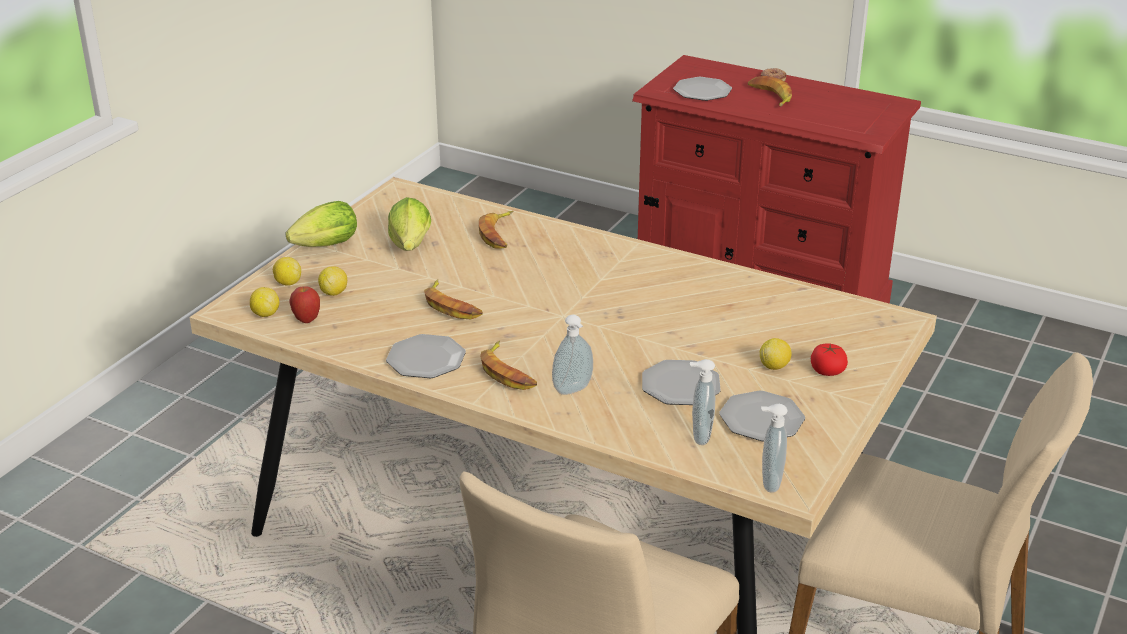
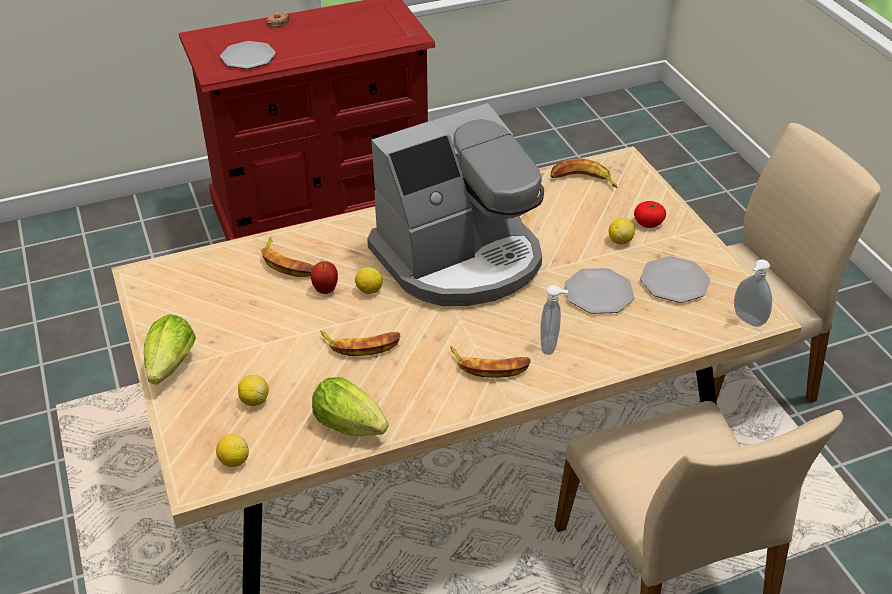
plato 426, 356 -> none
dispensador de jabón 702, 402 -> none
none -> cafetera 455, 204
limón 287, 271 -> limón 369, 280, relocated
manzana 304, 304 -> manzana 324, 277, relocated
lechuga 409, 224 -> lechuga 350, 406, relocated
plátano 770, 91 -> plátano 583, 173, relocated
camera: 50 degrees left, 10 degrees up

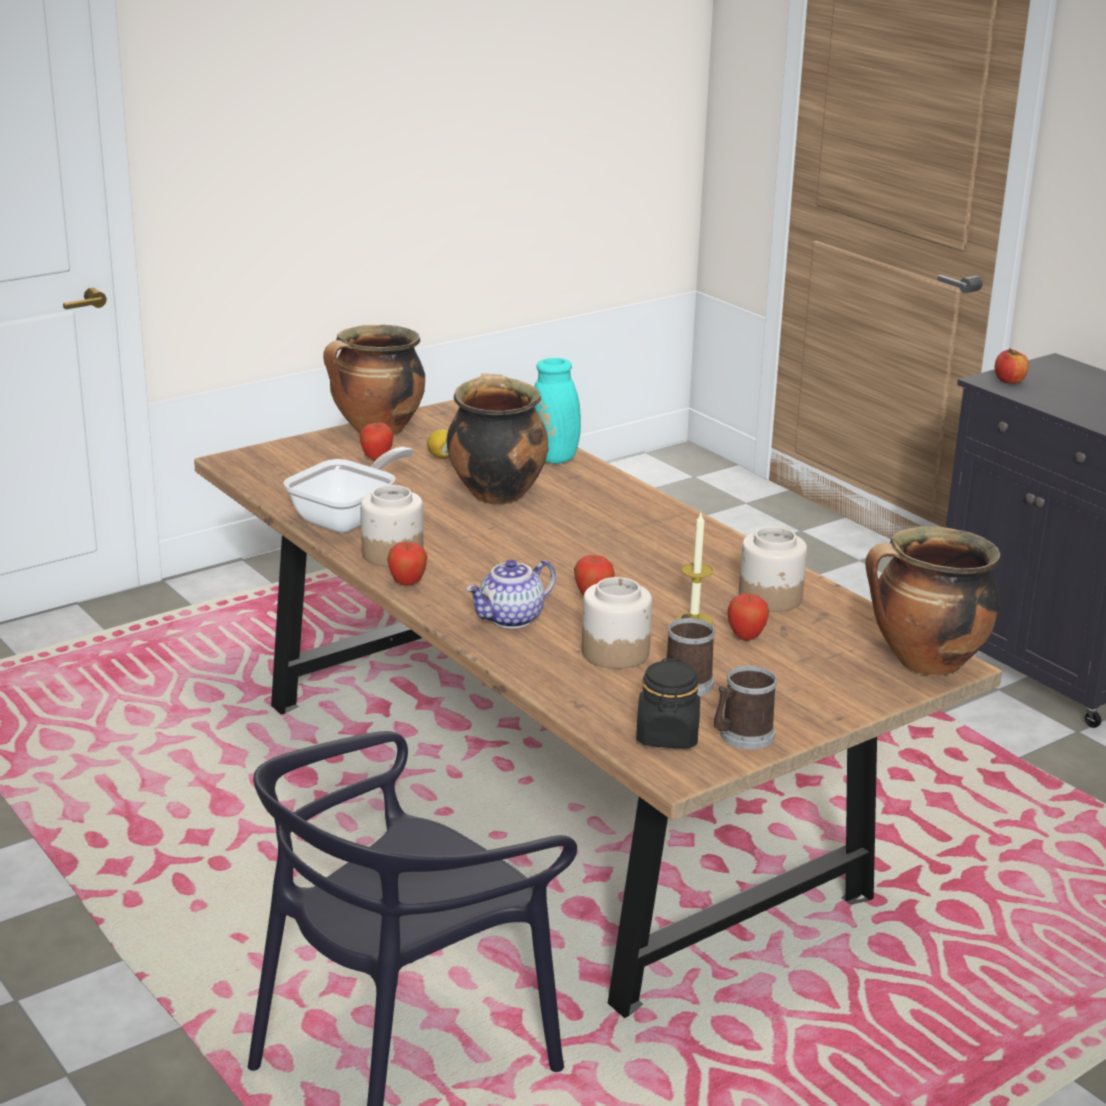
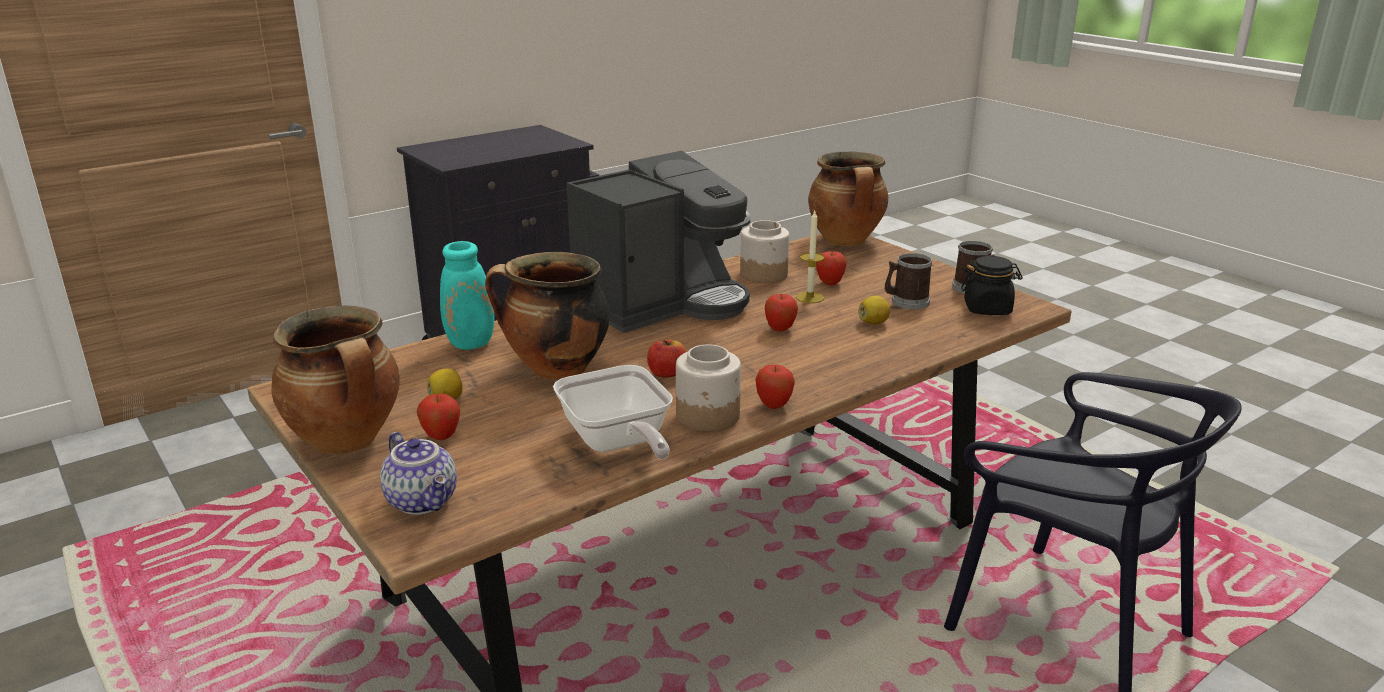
none -> cafetera 658, 242
tetera 511, 593 -> tetera 418, 473, relocated
manzana 1012, 366 -> manzana 666, 359, relocated
tarro 617, 623 -> limón 874, 310
sartén 348, 489 -> sartén 613, 412, 150 degrees counterclockwise
camera: 90 degrees left, 0 degrees up

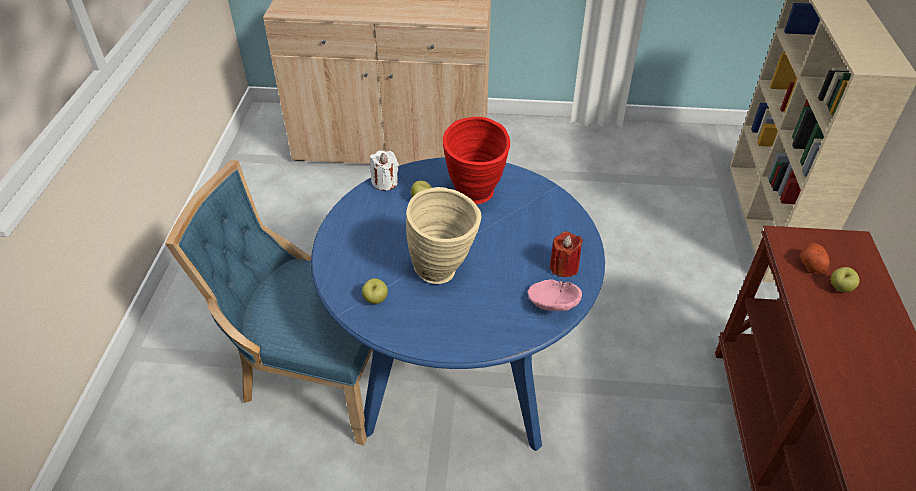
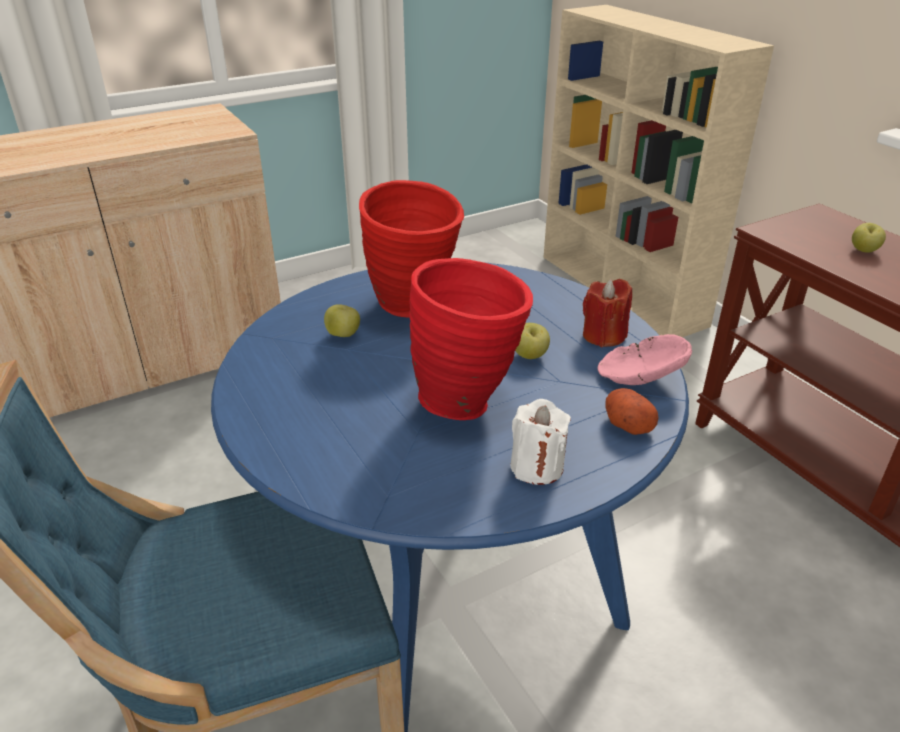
manzana 375, 291 -> manzana 532, 341, relocated
vela (blanco) 384, 170 -> vela (blanco) 540, 442, relocated
patata 814, 258 -> patata 632, 411, relocated
florero (beis) 443, 235 -> florero (rojo) 471, 339
camera: 35 degrees left, 10 degrees down

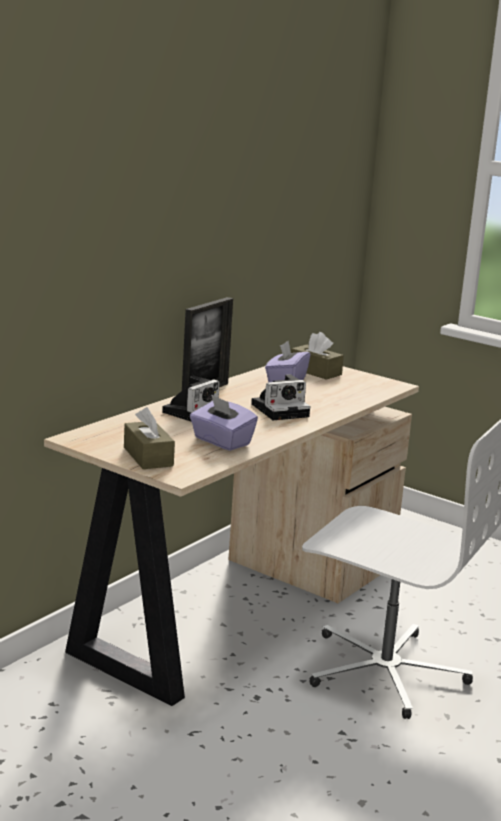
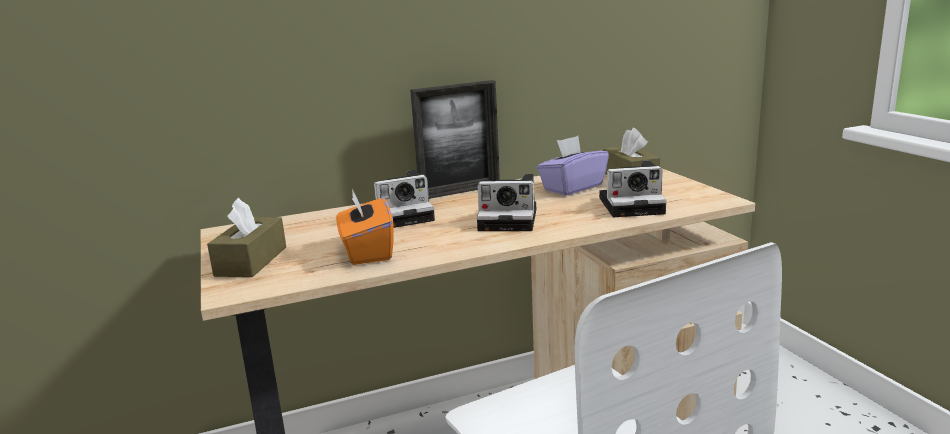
none -> cámara 633, 189
caja de pañuelos (morado) 224, 422 -> caja de pañuelos (naranja) 364, 227
camera: 35 degrees right, 0 degrees up

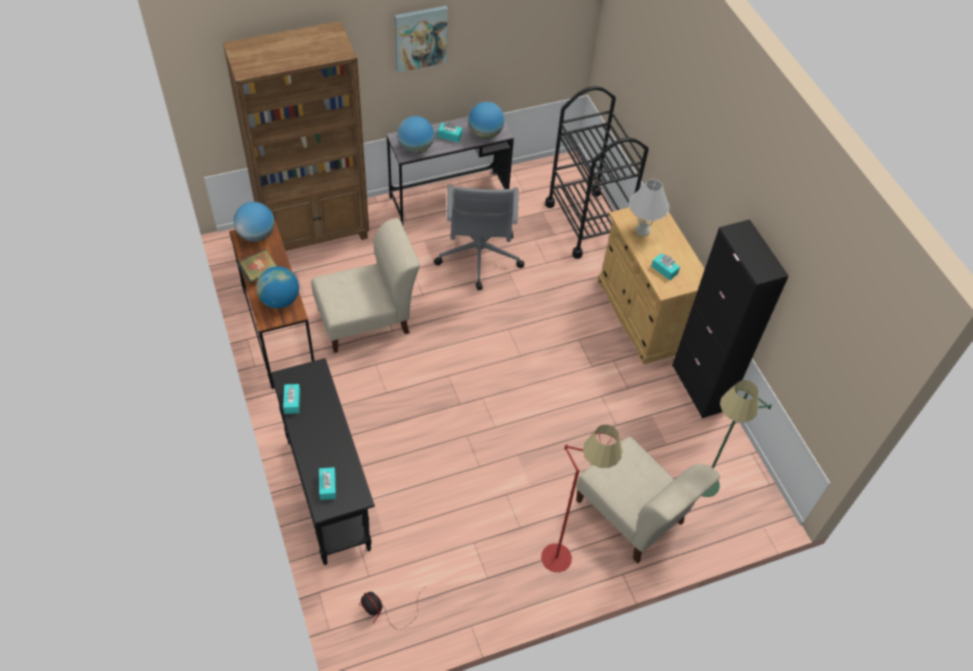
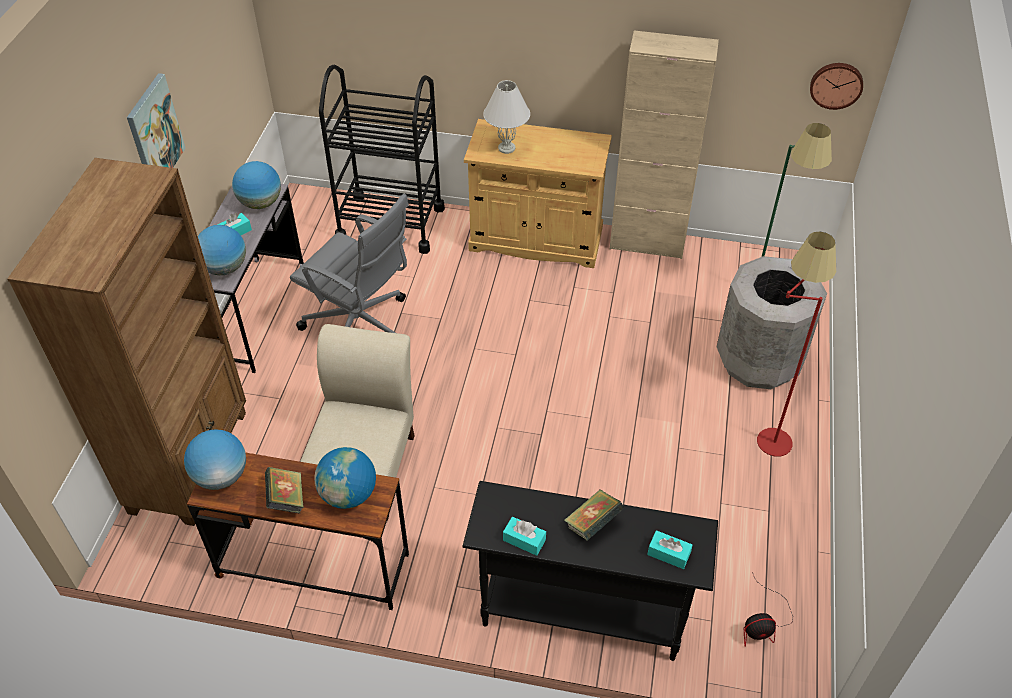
caja de pañuelos (turquesa) 665, 266 -> none
none -> libro 594, 515
none -> reloj de pared 836, 86
silla (beis) 648, 500 -> papelera (gris) 772, 322
armario (negro) 730, 318 -> armario (beis) 664, 144
camera: 55 degrees left, 5 degrees down

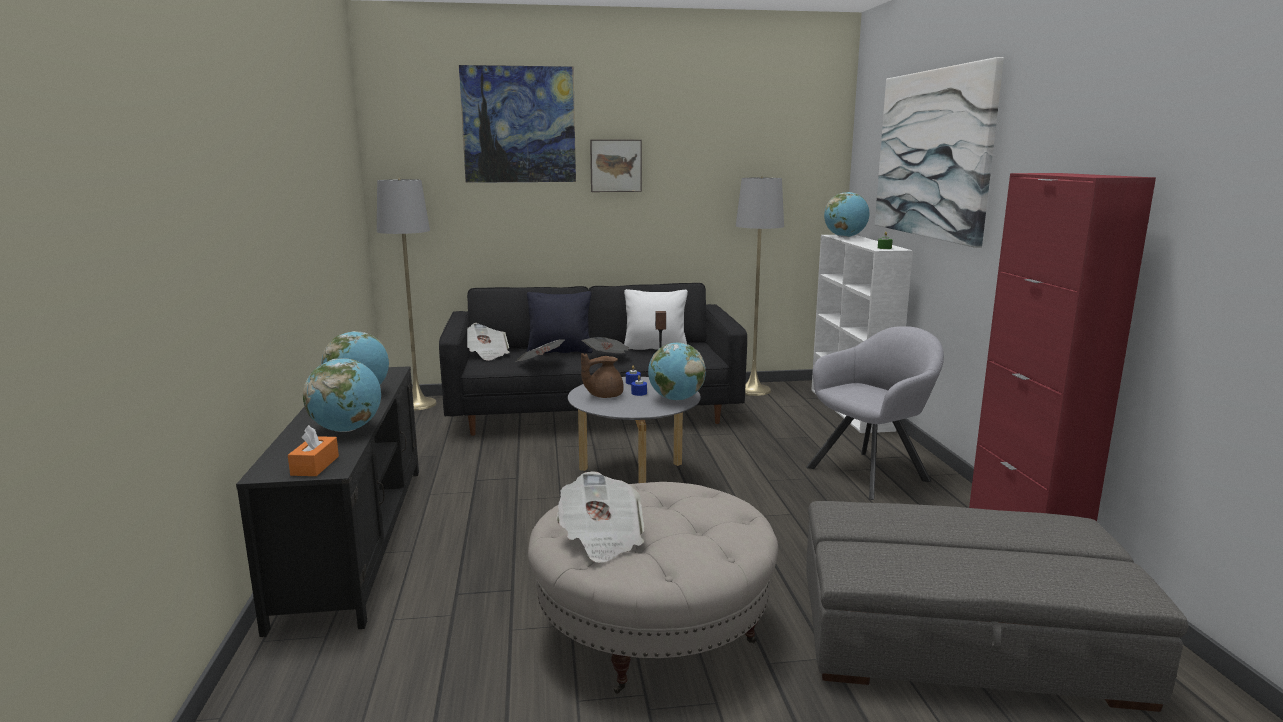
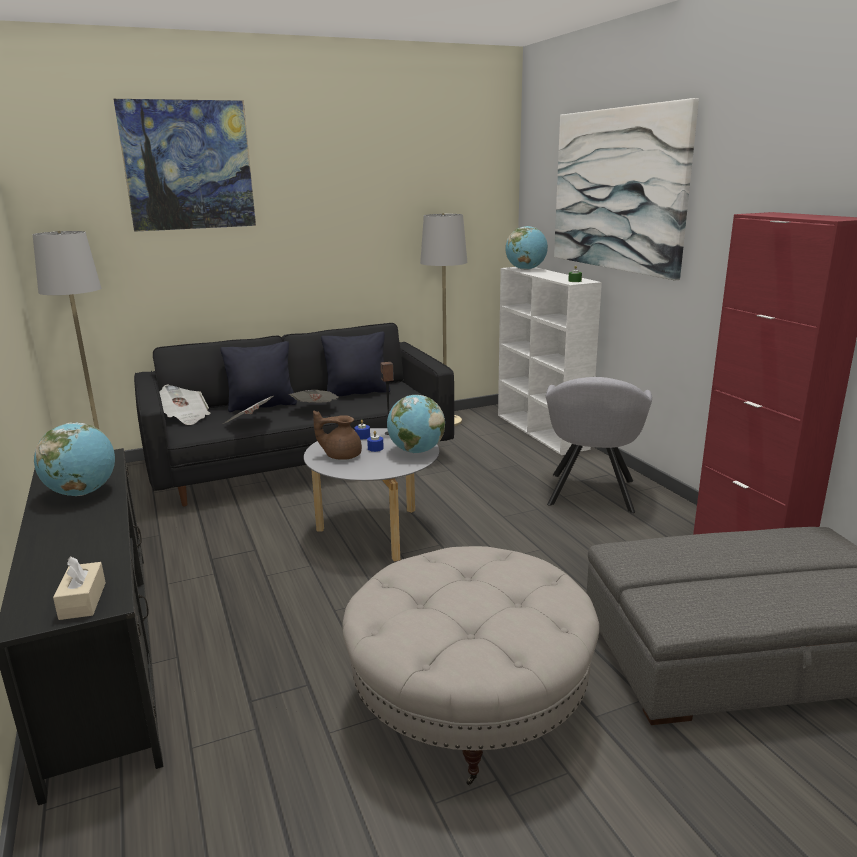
globo terráqueo 342, 395 -> none
periódico 600, 517 -> none
cuadro 616, 166 -> none
caja de pañuelos (naranja) 313, 450 -> caja de pañuelos (beis) 79, 588
cojín (blanco) 656, 319 -> cojín (negro) 355, 364
tetera (marrón) 602, 375 -> tetera (marrón) 337, 435, 45 degrees clockwise
sillón (gris) 875, 413 -> sillón (gris) 599, 445, 150 degrees clockwise
camera: 15 degrees left, 5 degrees up

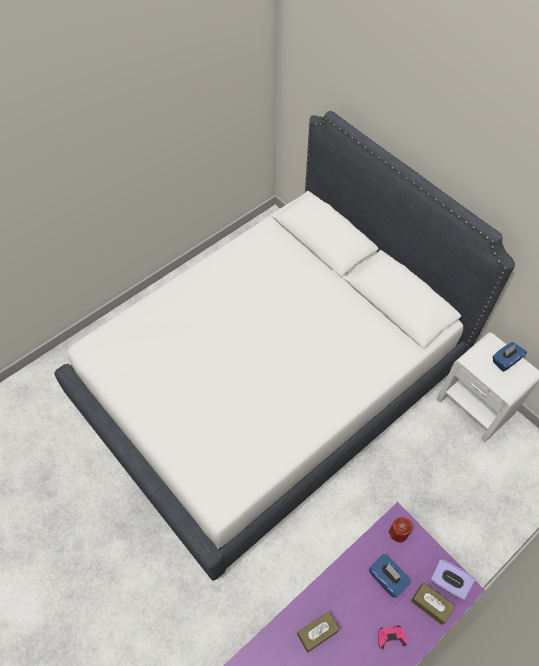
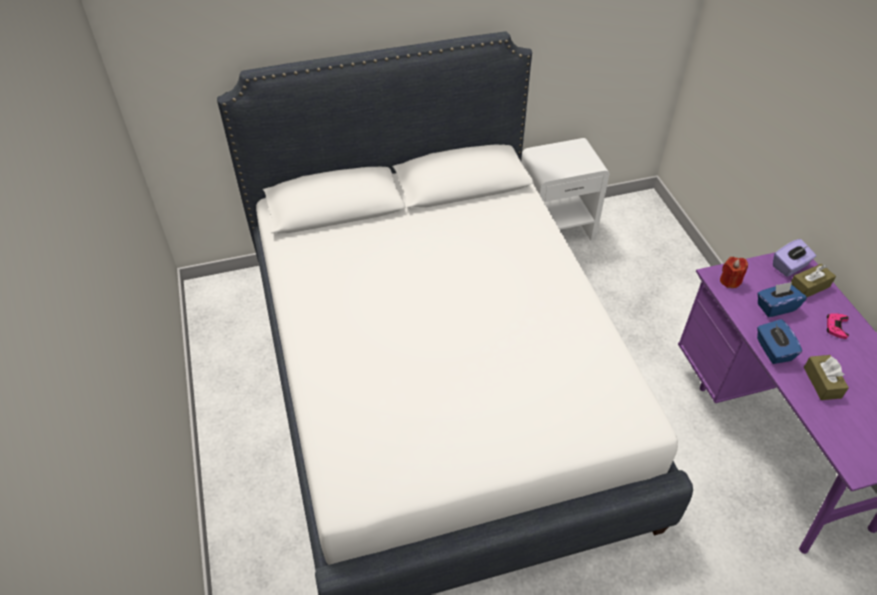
caja de pañuelos (azul) 510, 357 -> caja de pañuelos (azul) 779, 341, relocated
camera: 65 degrees left, 10 degrees down

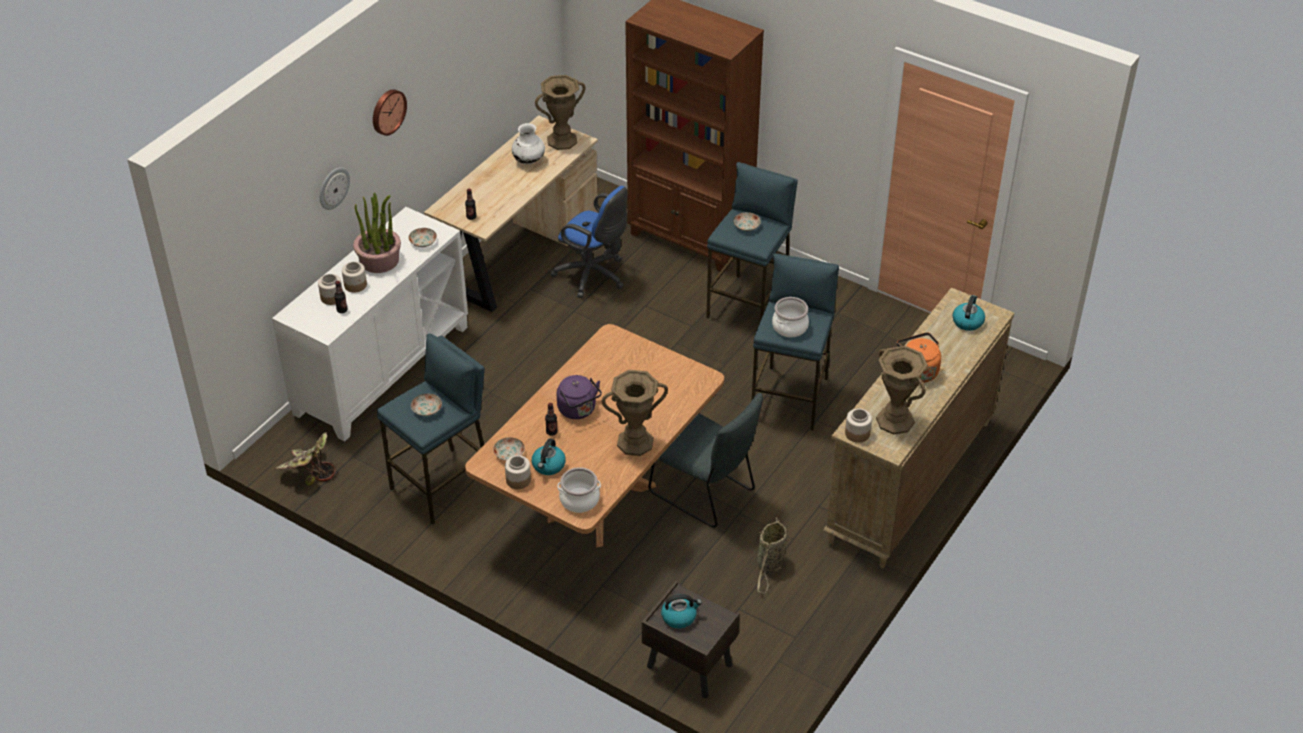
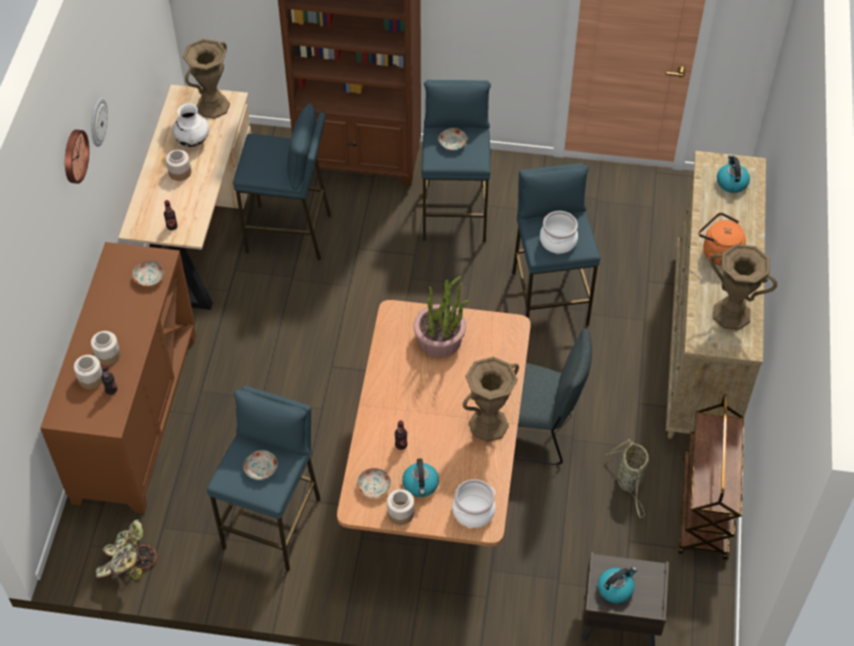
hervidor (morado) 579, 397 -> none
none -> carrito (marrón) 711, 476
reloj de pared 335, 188 -> reloj de pared 99, 122, relocated
planta en maceta 377, 232 -> planta en maceta 441, 316, relocated
tarro 858, 425 -> tarro 178, 165, relocated
silla de oficina (azul) 589, 242 -> taburete (azul) 282, 181
armario (blanco) 370, 324 -> armario (marrón) 118, 378
camera: 25 degrees left, 10 degrees up

